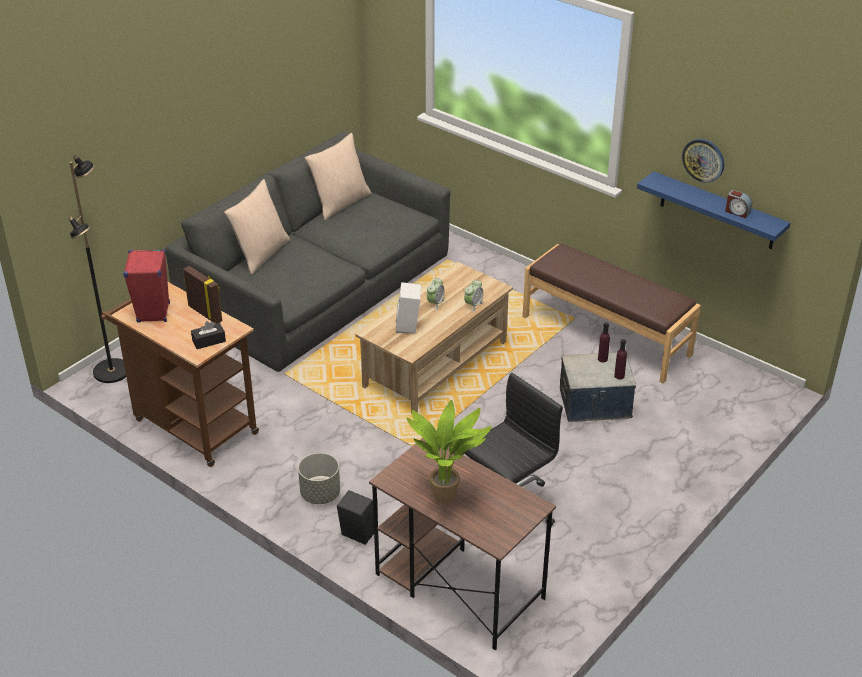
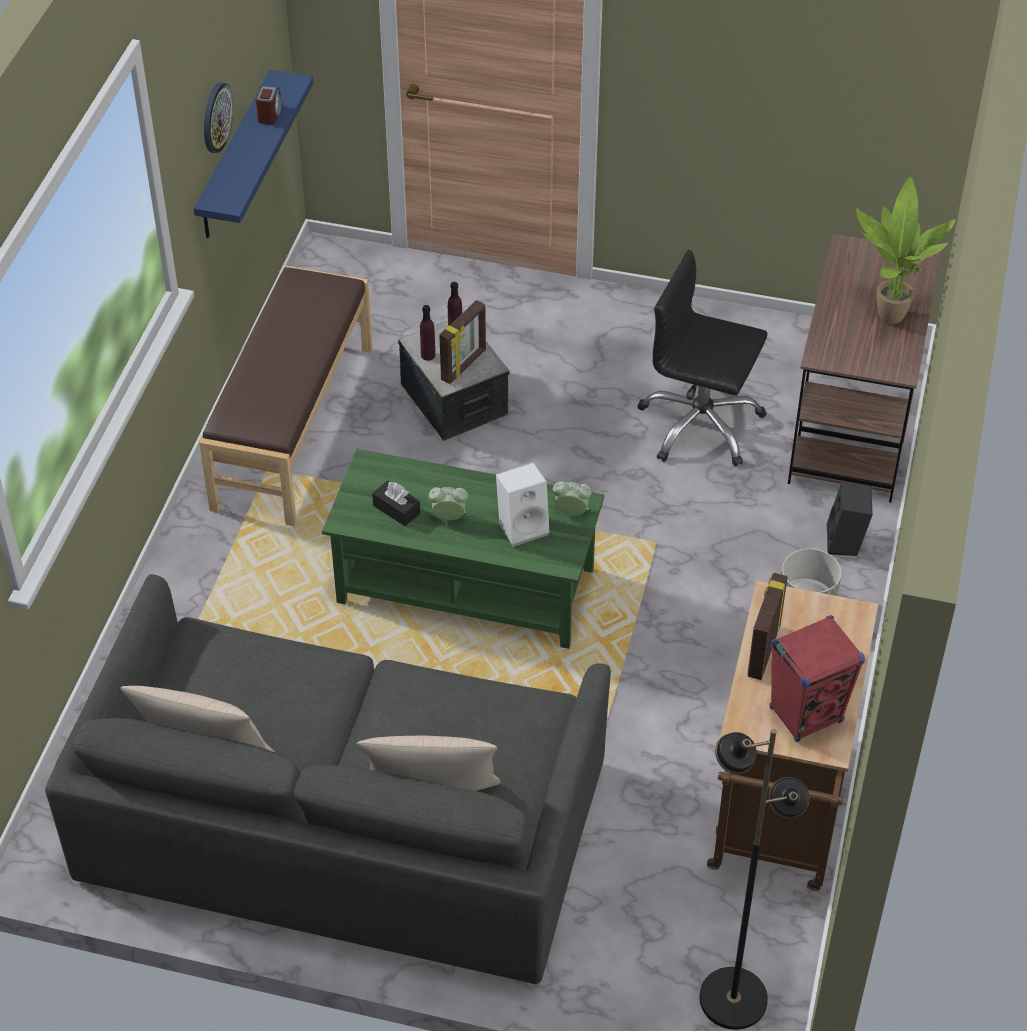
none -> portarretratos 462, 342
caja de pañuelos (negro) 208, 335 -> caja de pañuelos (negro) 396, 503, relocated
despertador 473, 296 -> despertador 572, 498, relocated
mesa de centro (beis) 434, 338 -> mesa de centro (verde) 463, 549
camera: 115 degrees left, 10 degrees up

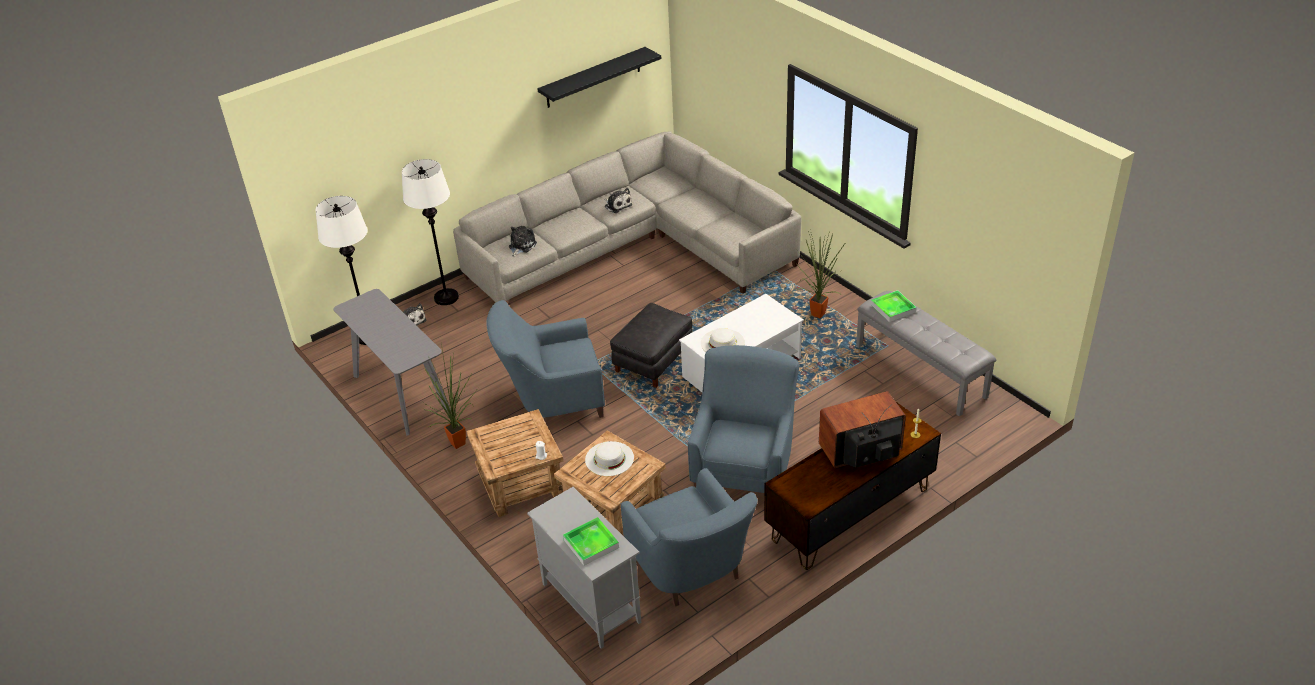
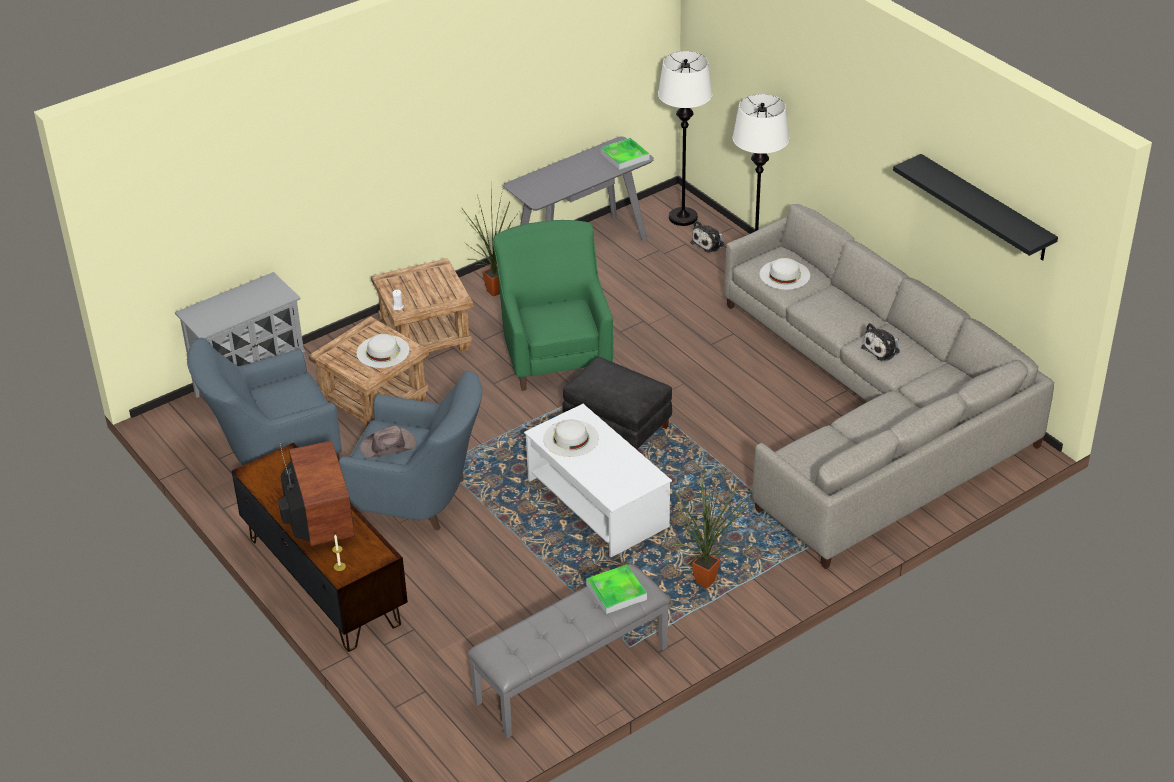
none -> sombrero (marrón) 388, 442
bandeja 591, 541 -> bandeja 625, 154, relocated
peluche 523, 241 -> sombrero (blanco) 785, 274
sillón (azul) 545, 359 -> sillón (verde) 553, 305
camera: 90 degrees right, 0 degrees up

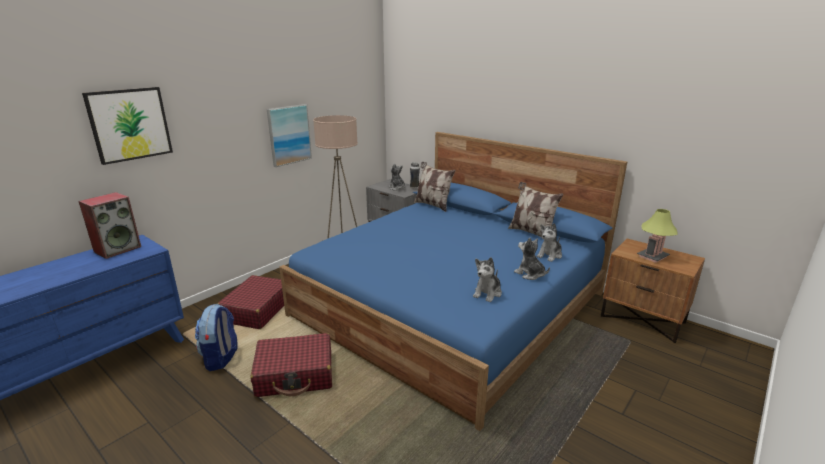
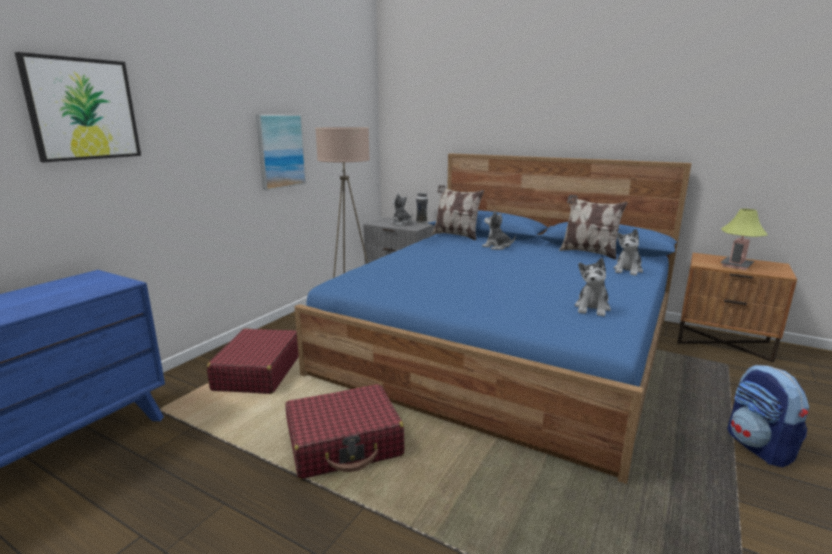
altavoz 109, 225 -> none
mochila 216, 337 -> mochila 768, 416, relocated
peluche 532, 259 -> peluche 499, 230, relocated
camera: 10 degrees left, 5 degrees down

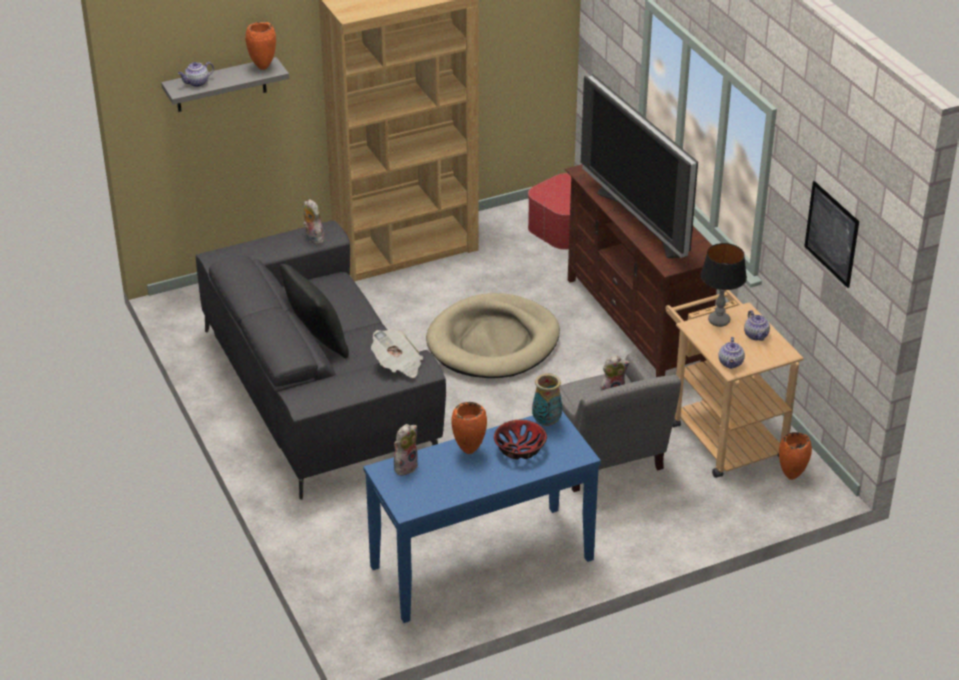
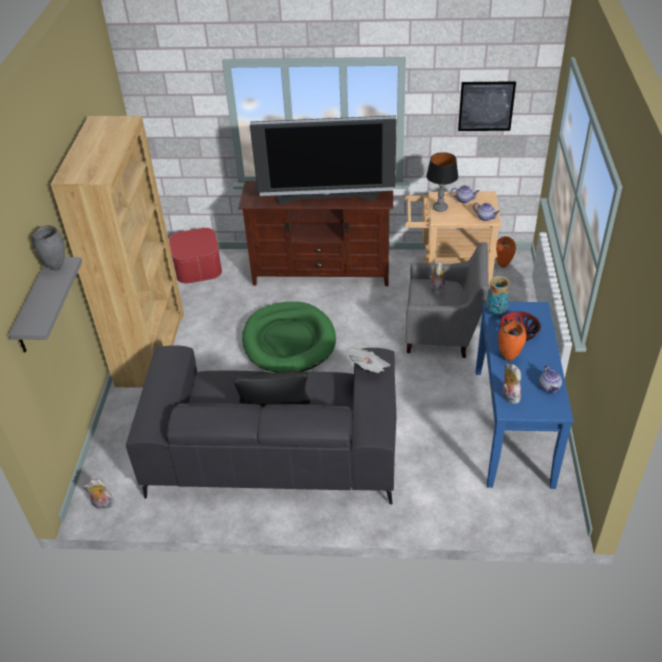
tetera 196, 74 -> tetera 550, 379, relocated
peluche 313, 221 -> peluche 98, 494, relocated
florero (naranja) 260, 46 -> florero (gris) 48, 248
cama para perro (beis) 493, 335 -> cama para perro (verde) 289, 337
camera: 60 degrees left, 5 degrees up

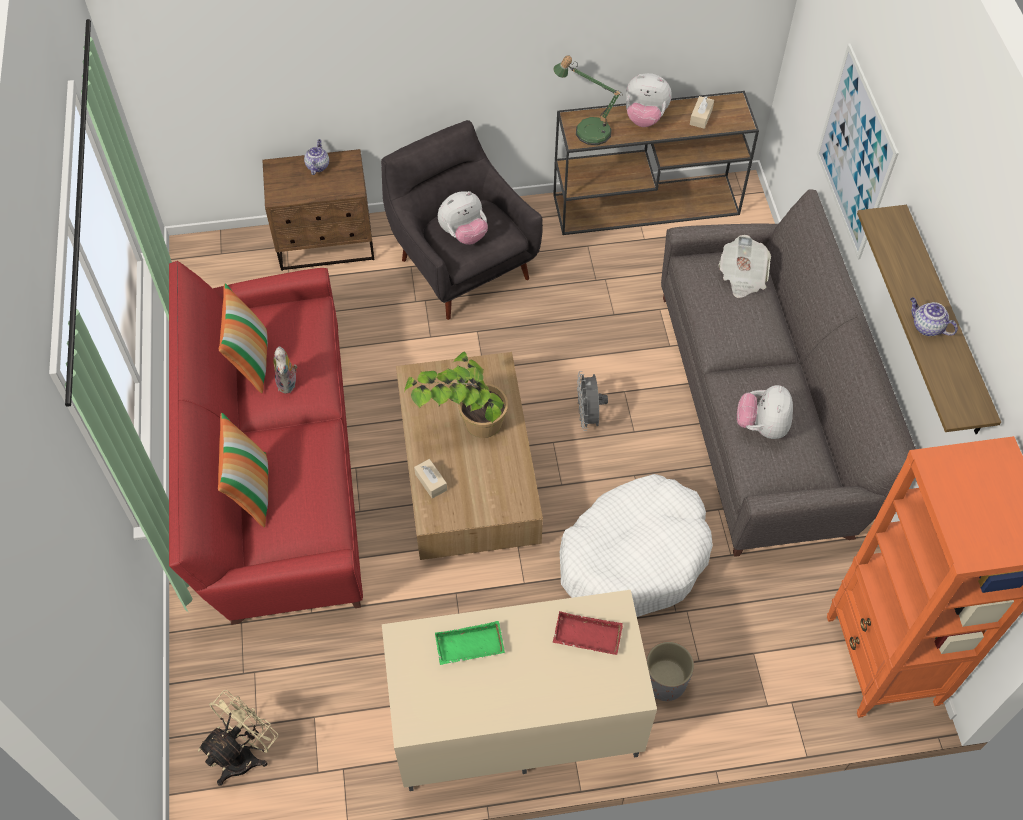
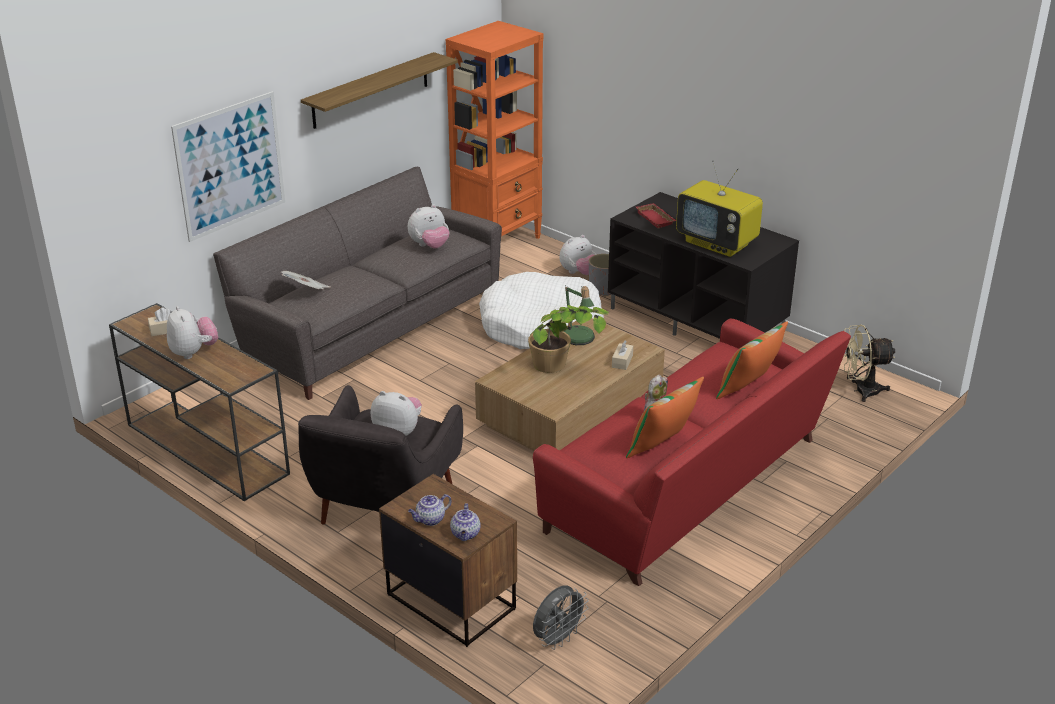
none -> peluche 578, 255
lámpara de mesa 588, 100 -> lámpara de mesa 579, 315, relocated
ventilador (gris) 592, 401 -> ventilador (gris) 561, 617, relocated
tetera 934, 316 -> tetera 465, 522, relocated
bandeja (verde) 470, 643 -> televisor 719, 208
mueble de televisión (beis) 519, 690 -> mueble de televisión (negro) 703, 265
camera: 130 degrees left, 25 degrees down

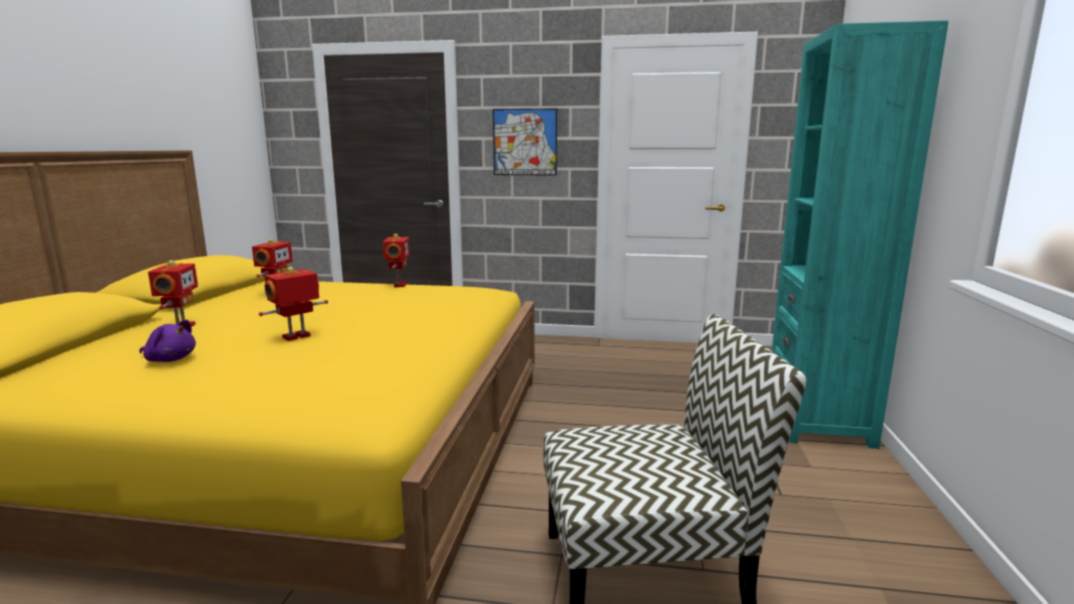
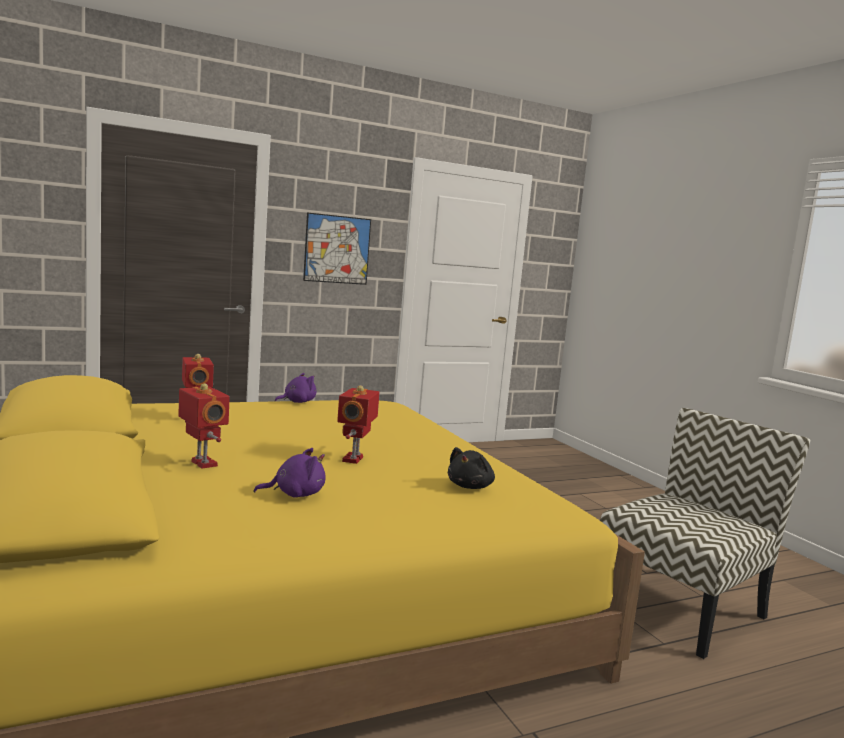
estantería (turquesa) 860, 234 -> none
none -> peluche (negro) 471, 468
robot de juguete 396, 260 -> peluche (morado) 295, 388
camera: 35 degrees left, 5 degrees down

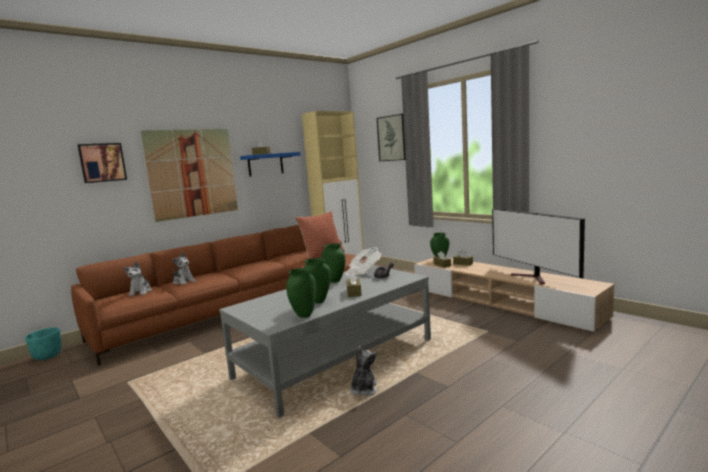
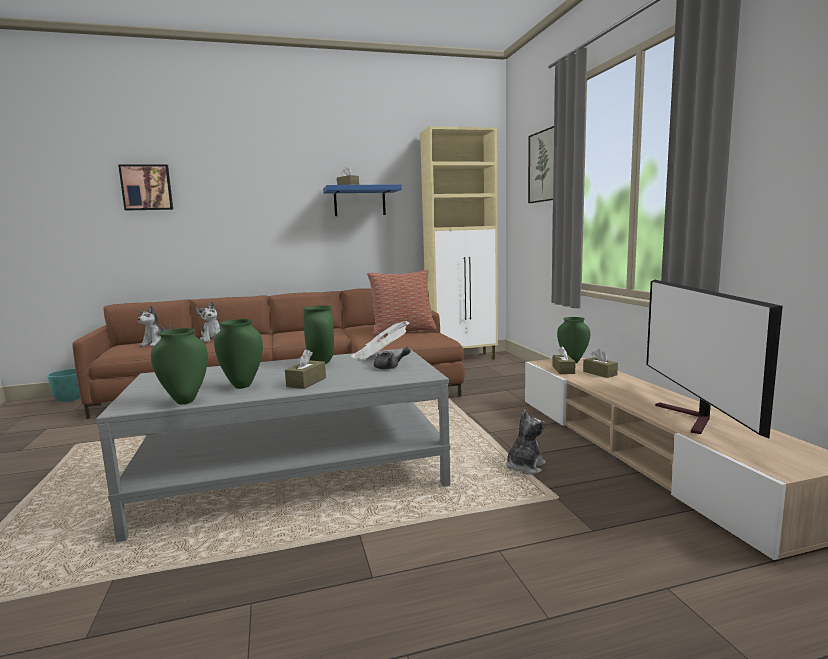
cuadro 189, 175 -> none
peluche 364, 371 -> peluche 526, 442, relocated
camera: 25 degrees right, 0 degrees up

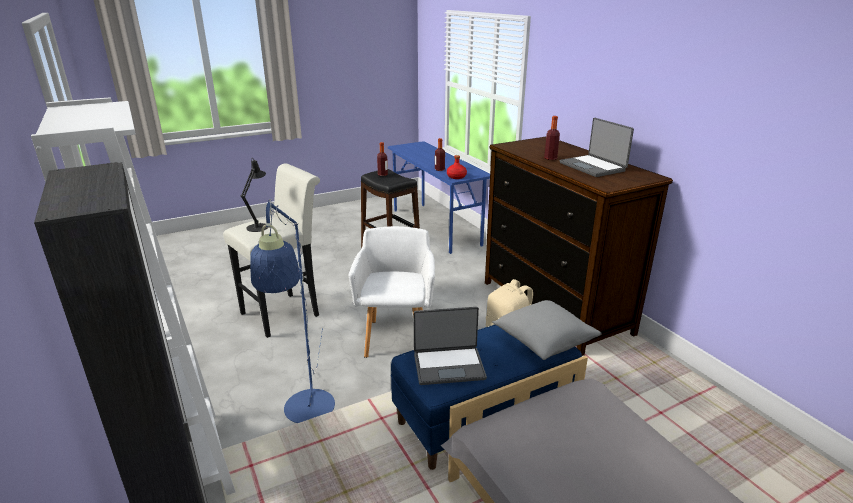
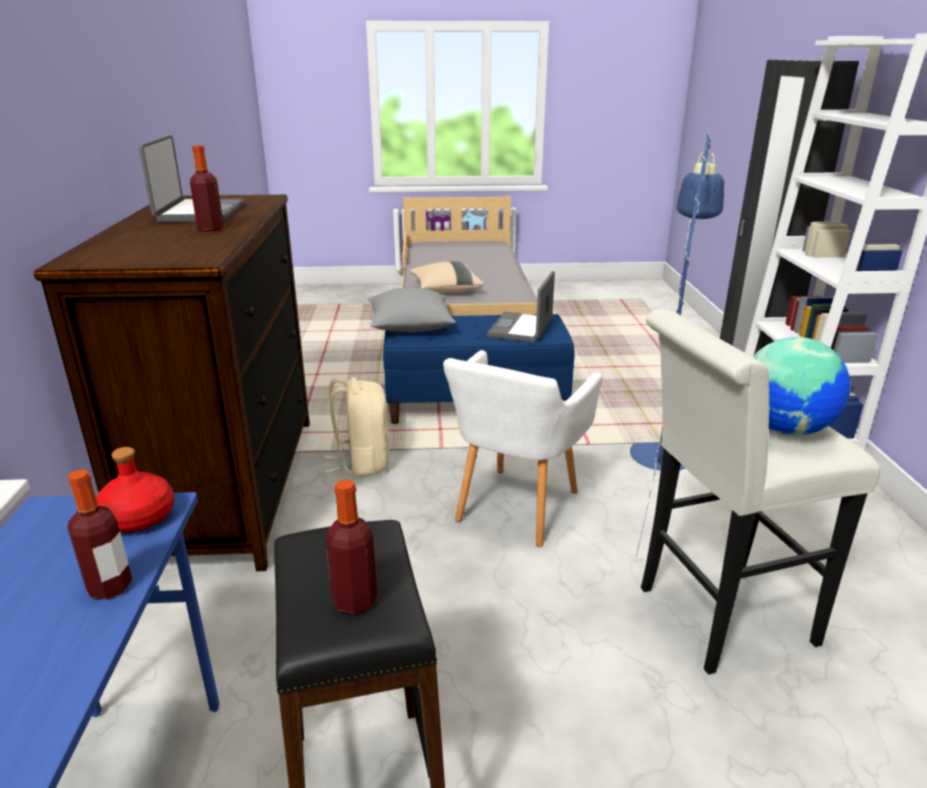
none -> cojín (beis) 446, 277
lámpara de mesa (negro) 254, 195 -> globo terráqueo 802, 386
portátil 450, 346 -> portátil 521, 307, 90 degrees counterclockwise
camera: 155 degrees left, 0 degrees up

